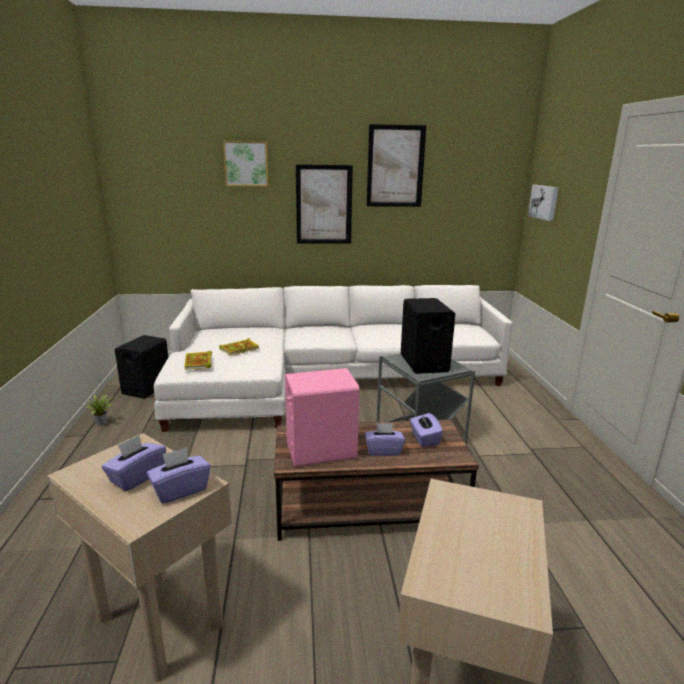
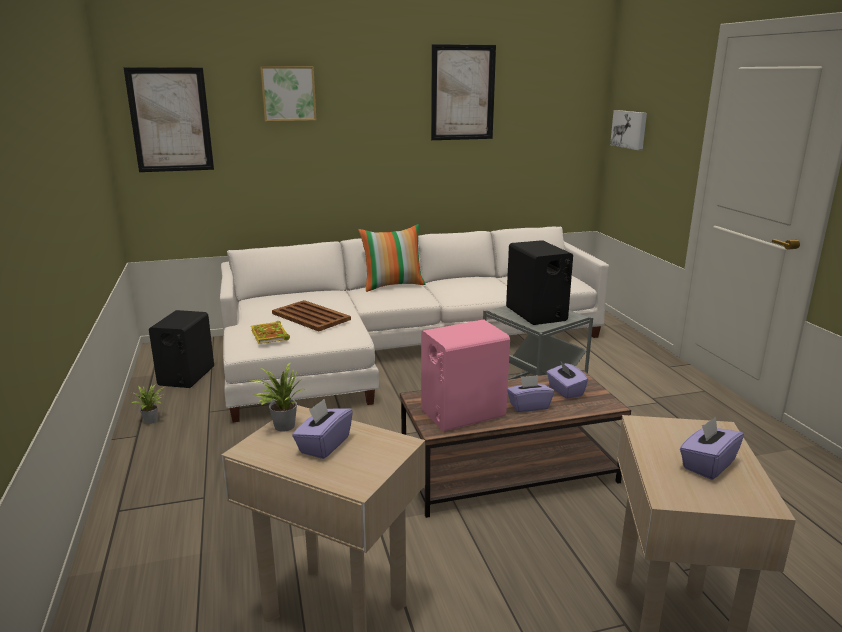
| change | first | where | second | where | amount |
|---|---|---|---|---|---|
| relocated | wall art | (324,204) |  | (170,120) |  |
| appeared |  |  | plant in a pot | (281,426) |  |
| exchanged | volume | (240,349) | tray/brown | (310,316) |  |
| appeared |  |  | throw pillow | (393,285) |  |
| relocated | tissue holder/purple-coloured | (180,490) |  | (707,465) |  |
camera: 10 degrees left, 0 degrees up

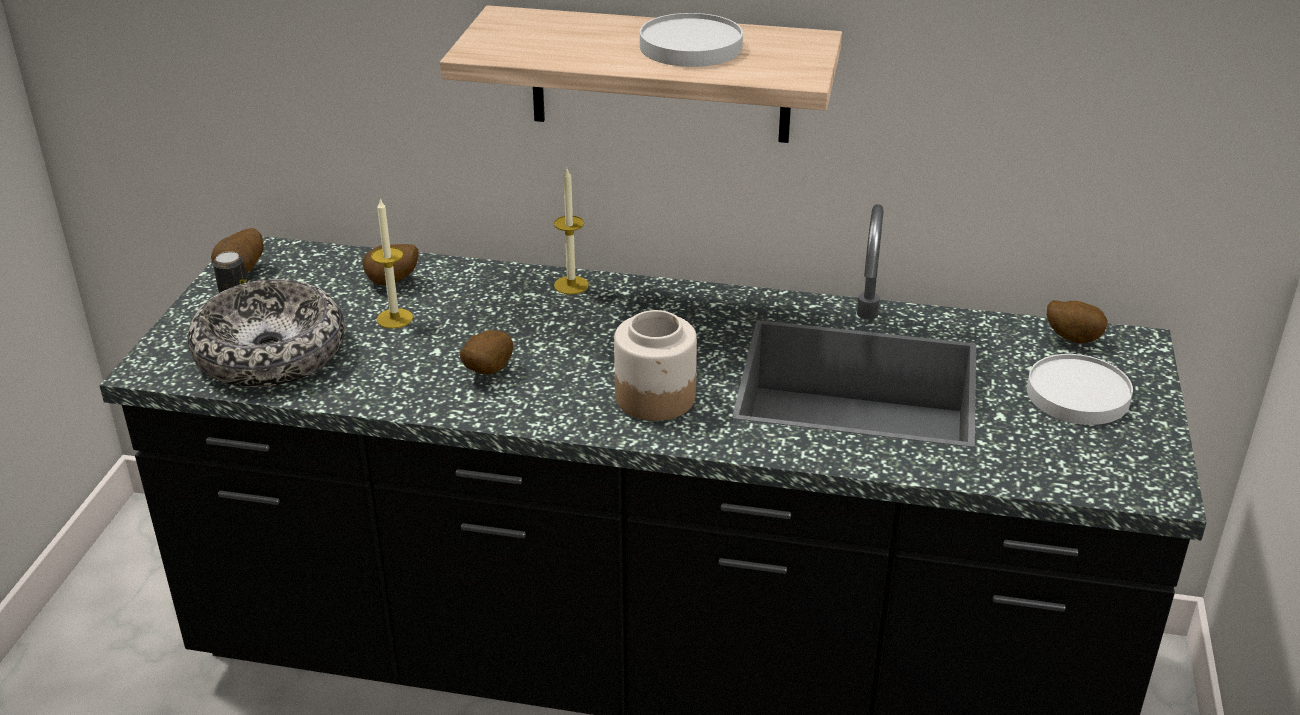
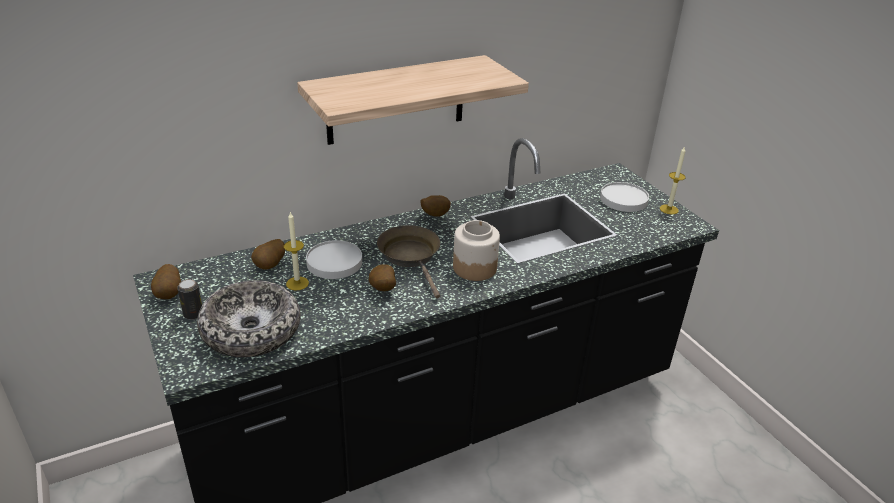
| change | first | where | second | where | amount |
|---|---|---|---|---|---|
| relocated | flat dish/whitish | (691,47) |  | (335,262) |  |
| appeared |  |  | pan/brown | (411,257) |  |
| relocated | spud | (1071,338) |  | (434,215) |  |
| relocated | candle | (571,285) |  | (669,209) |  |
camera: 40 degrees left, 0 degrees up

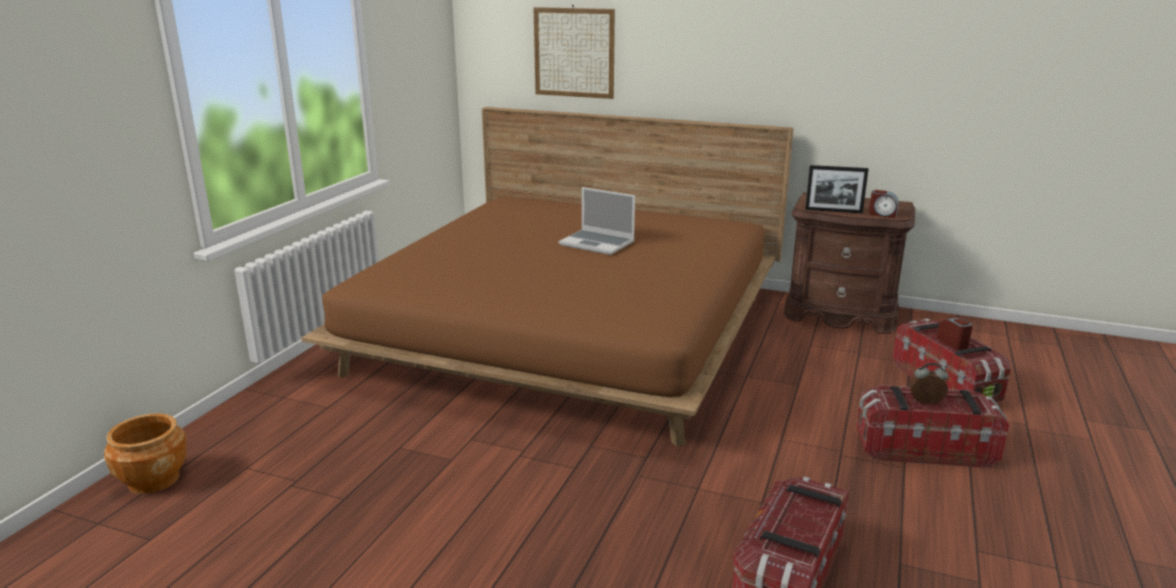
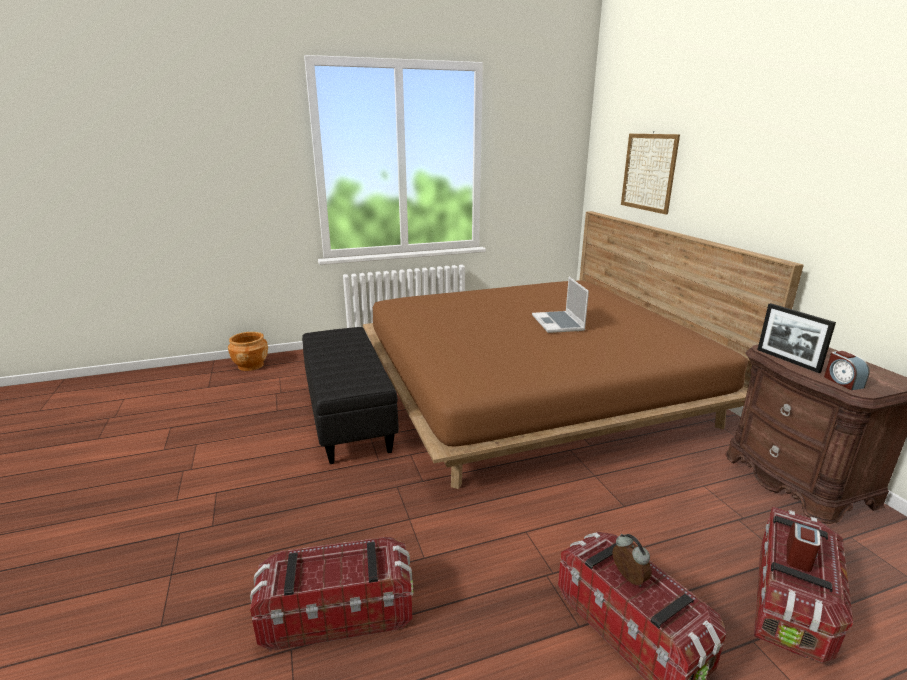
| change | first | where | second | where | amount |
|---|---|---|---|---|---|
| appeared |  |  | footrest/black | (349,417) |  |
camera: 50 degrees right, 0 degrees up

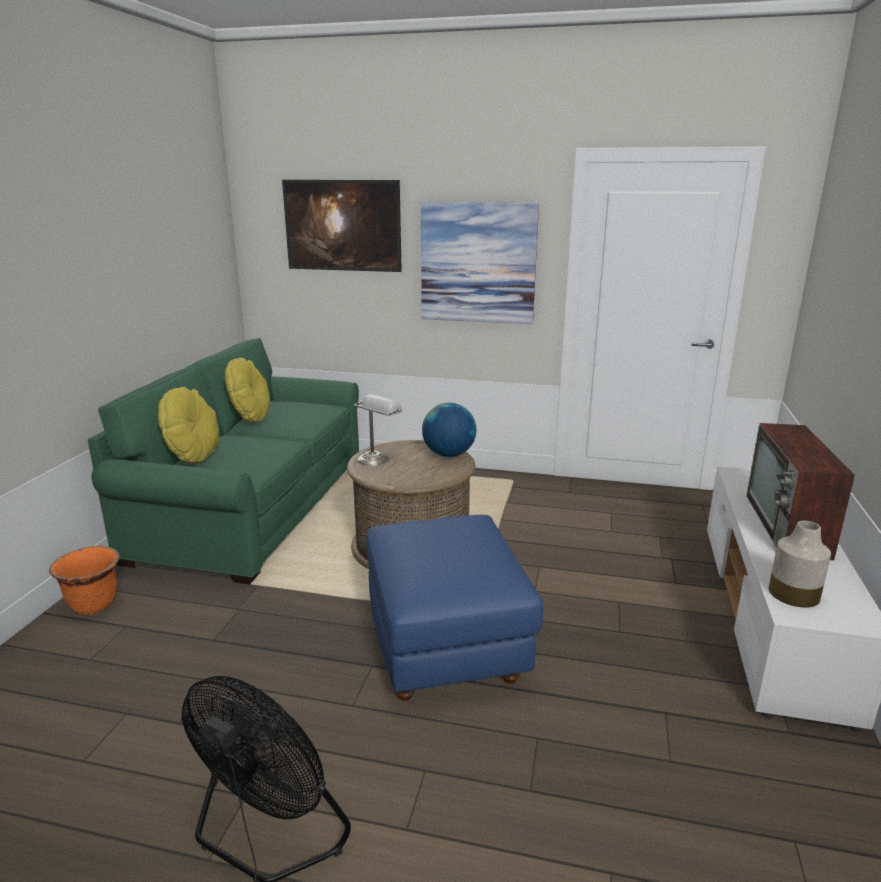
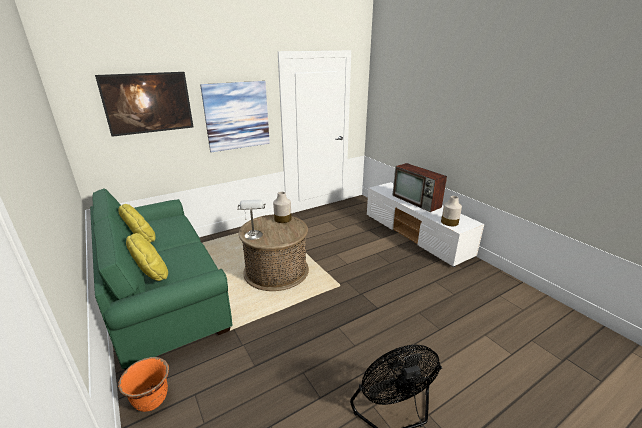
| change | first | where | second | where | amount |
|---|---|---|---|---|---|
| exchanged | desk globe | (448,454) | vase/beige-coloured | (282,219) |  |
| missing | footrest/blue-coloured | (446,645) |  |  |  |
camera: 45 degrees left, 5 degrees up

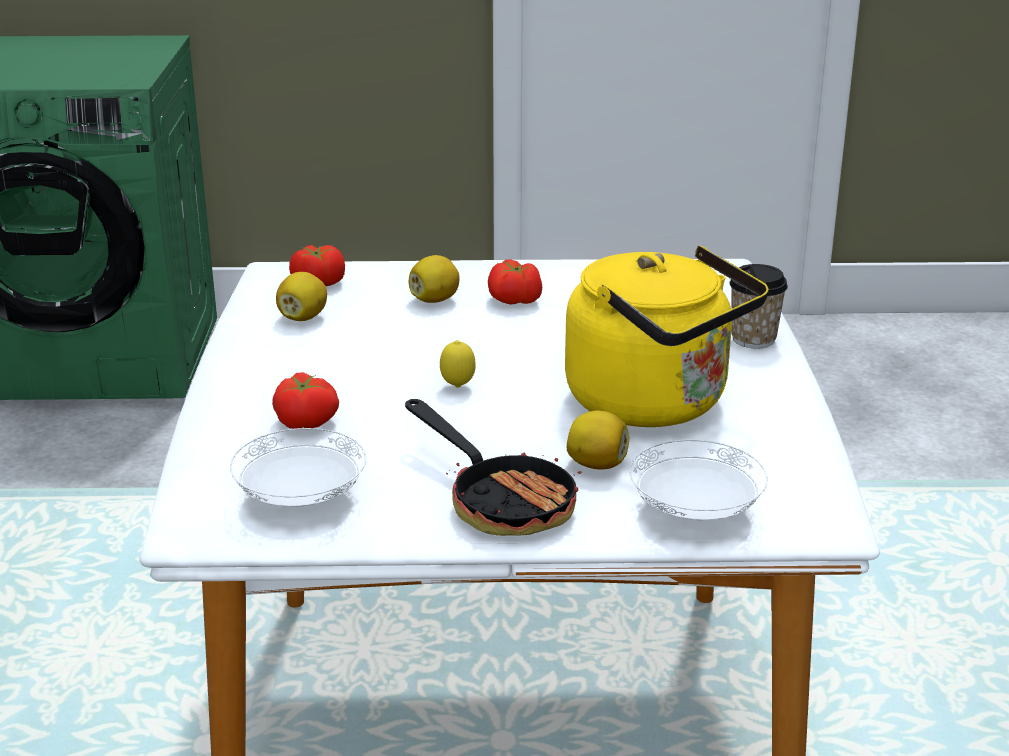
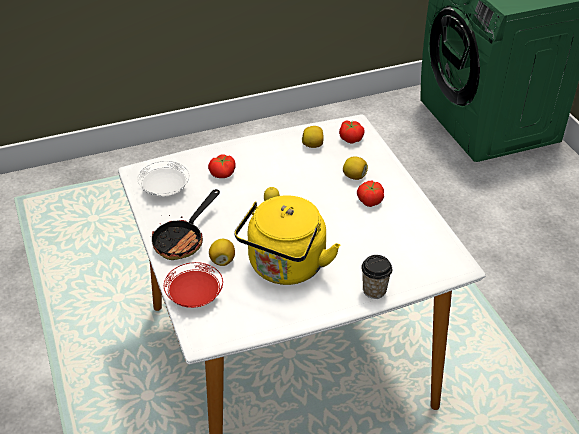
| change | first | where | second | where | amount |
|---|---|---|---|---|---|
| colour | flat dish/whitish | (696,512) | flat dish/reddish | (194,297) |  |
camera: 70 degrees right, 15 degrees up

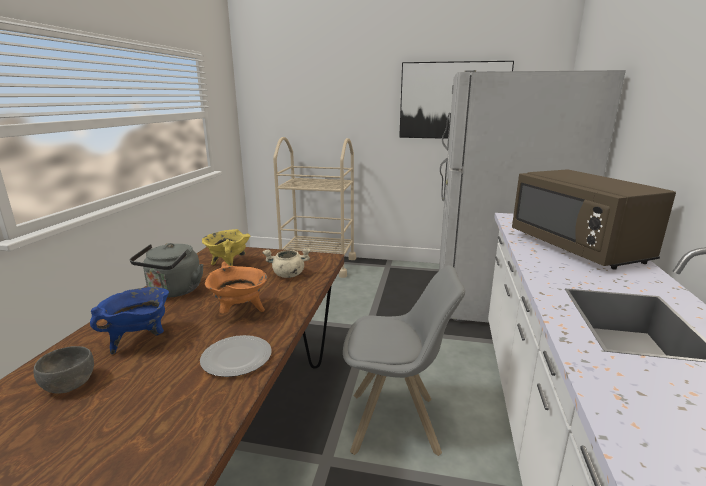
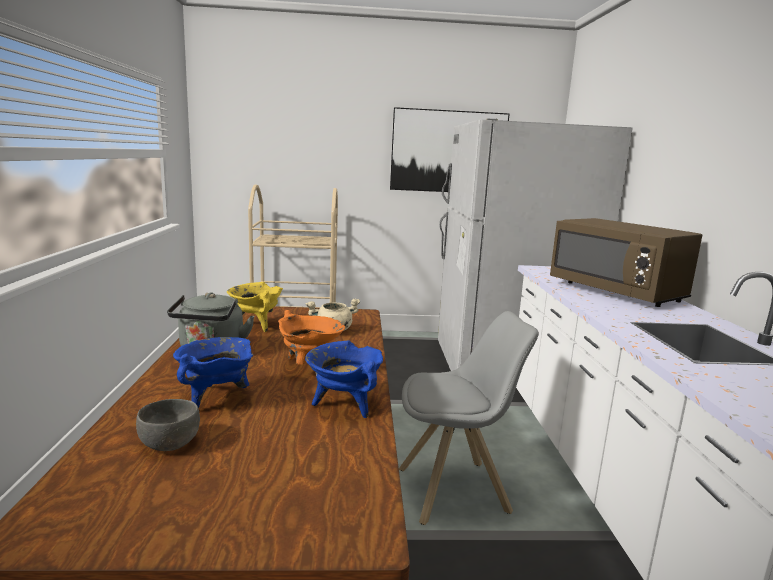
| change | first | where | second | where | amount |
|---|---|---|---|---|---|
| exchanged | flat dish | (237,358) | cooking pot/blue-coloured | (344,405) |  |
camera: 15 degrees left, 5 degrees down

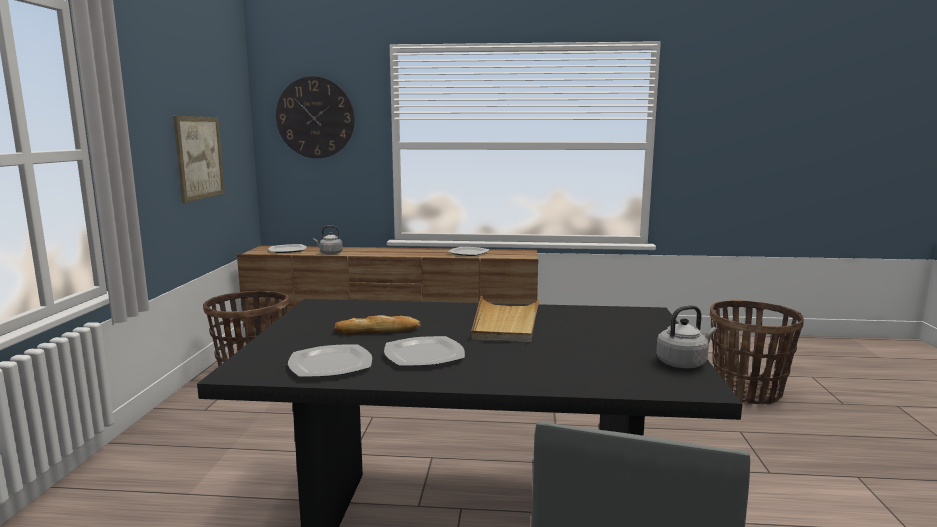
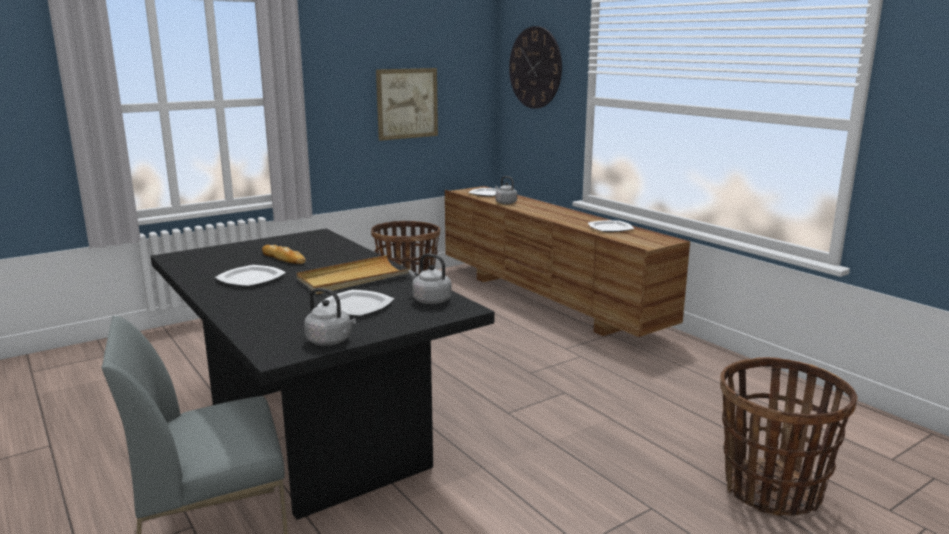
| change | first | where | second | where | amount |
|---|---|---|---|---|---|
| relocated | flat dish | (331,364) |  | (357,306) |  |
| appeared |  |  | tea kettle/gray | (430,300) |  |
camera: 50 degrees right, 5 degrees up

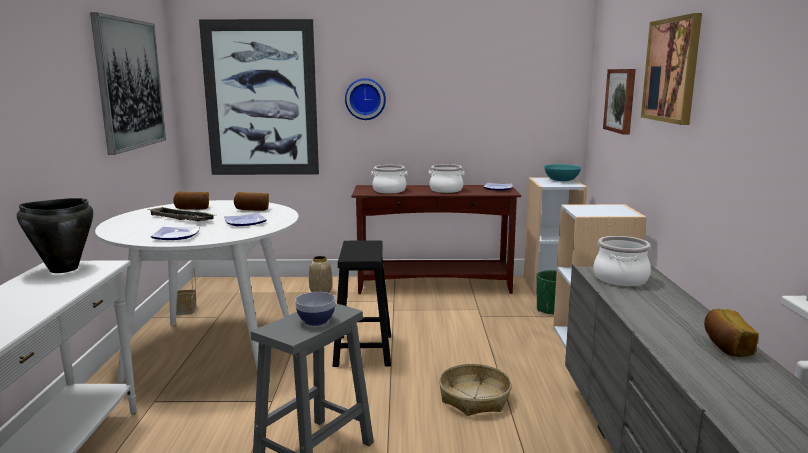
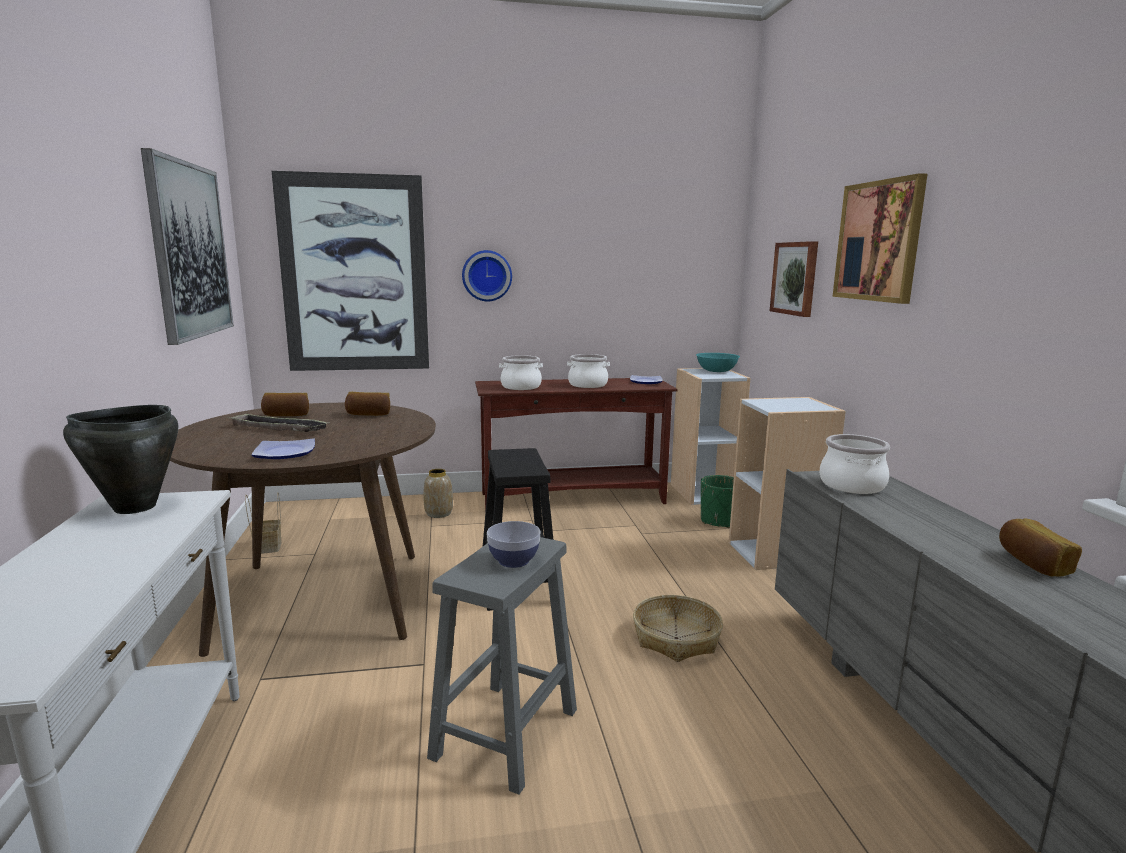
| change | first | where | second | where | amount |
|---|---|---|---|---|---|
| colour | kitchen table/whitish | (213,350) | kitchen table/brown | (322,599) |  |
| missing | flat dish | (244,222) |  |  |  |
camera: 10 degrees left, 0 degrees up

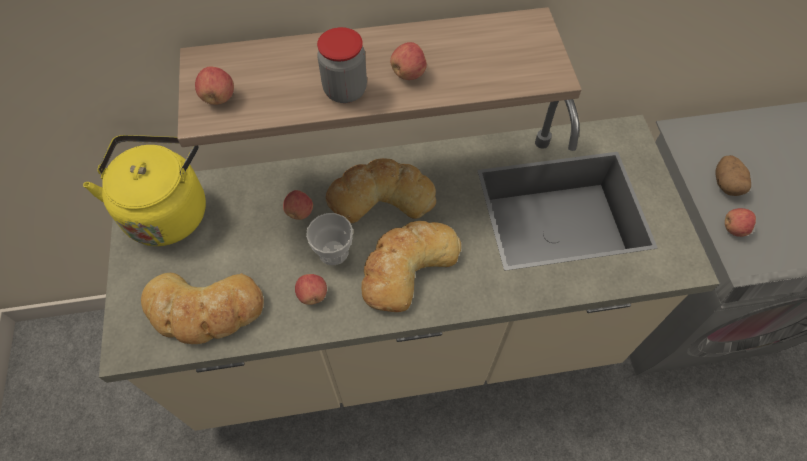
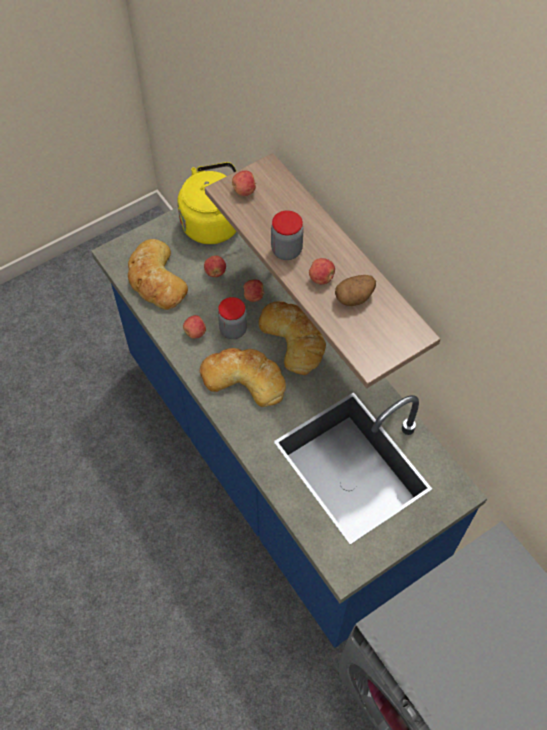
| change | first | where | second | where | amount |
|---|---|---|---|---|---|
| colour | kitchen counter/beige-coloured | (403,340) | kitchen counter/blue-coloured | (273,466) |  |
| relocated | apple | (734,228) |  | (215,272) |  |
| exchanged | small cup | (333,252) | storage jar | (233,330) |  |
| relocated | spud | (726,184) |  | (354,297) |  |
camera: 65 degrees right, 0 degrees up

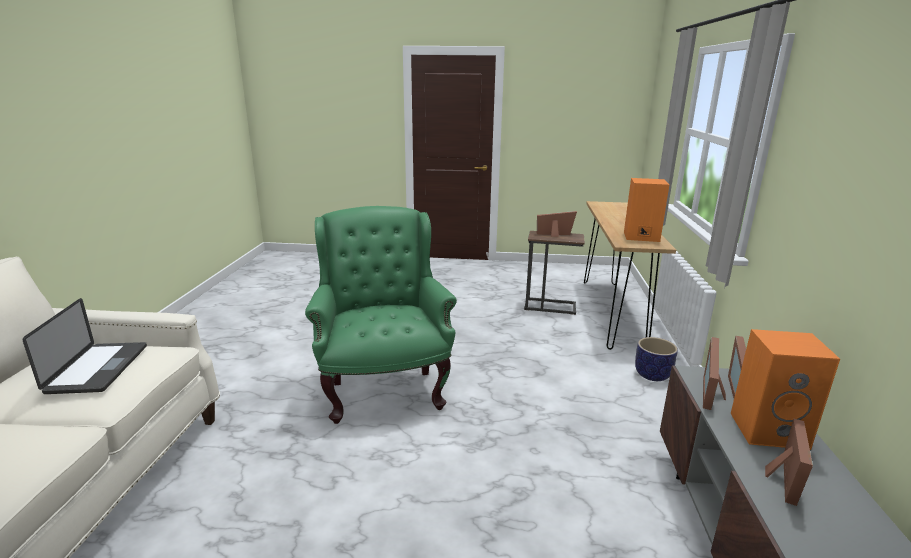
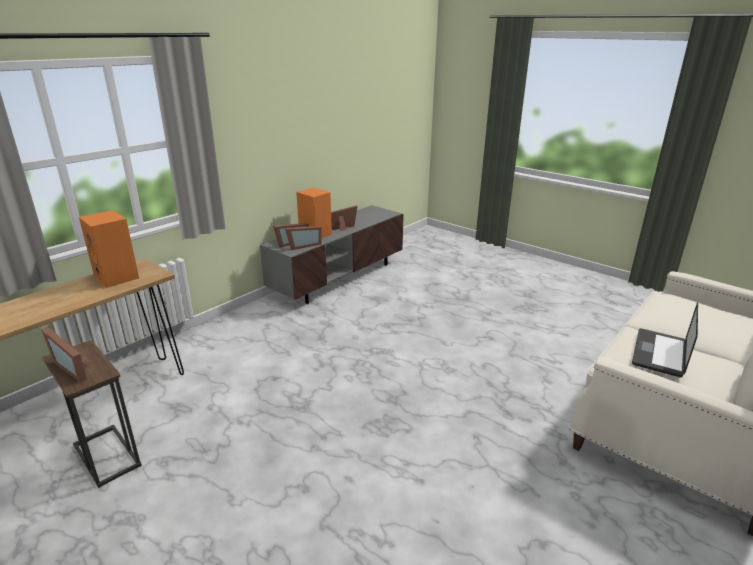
| change | first | where | second | where | amount |
|---|---|---|---|---|---|
| missing | armchair/green | (383,387) |  |  |  |
| missing | flower pot | (653,375) |  |  |  |
camera: 145 degrees left, 5 degrees up

